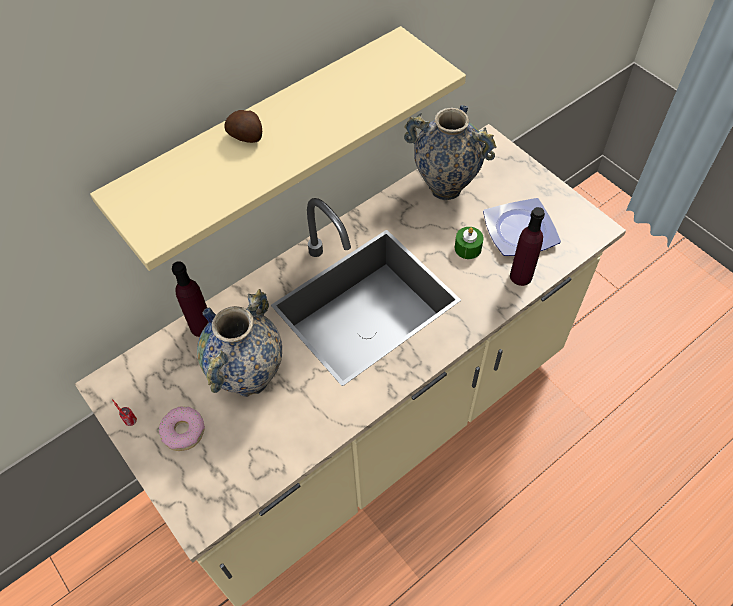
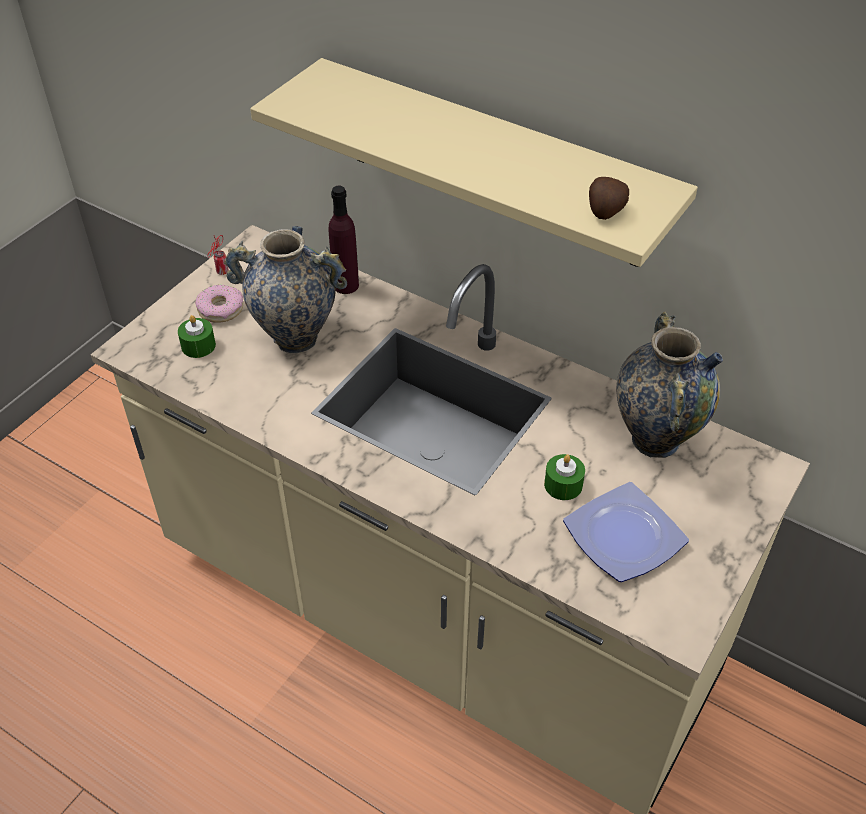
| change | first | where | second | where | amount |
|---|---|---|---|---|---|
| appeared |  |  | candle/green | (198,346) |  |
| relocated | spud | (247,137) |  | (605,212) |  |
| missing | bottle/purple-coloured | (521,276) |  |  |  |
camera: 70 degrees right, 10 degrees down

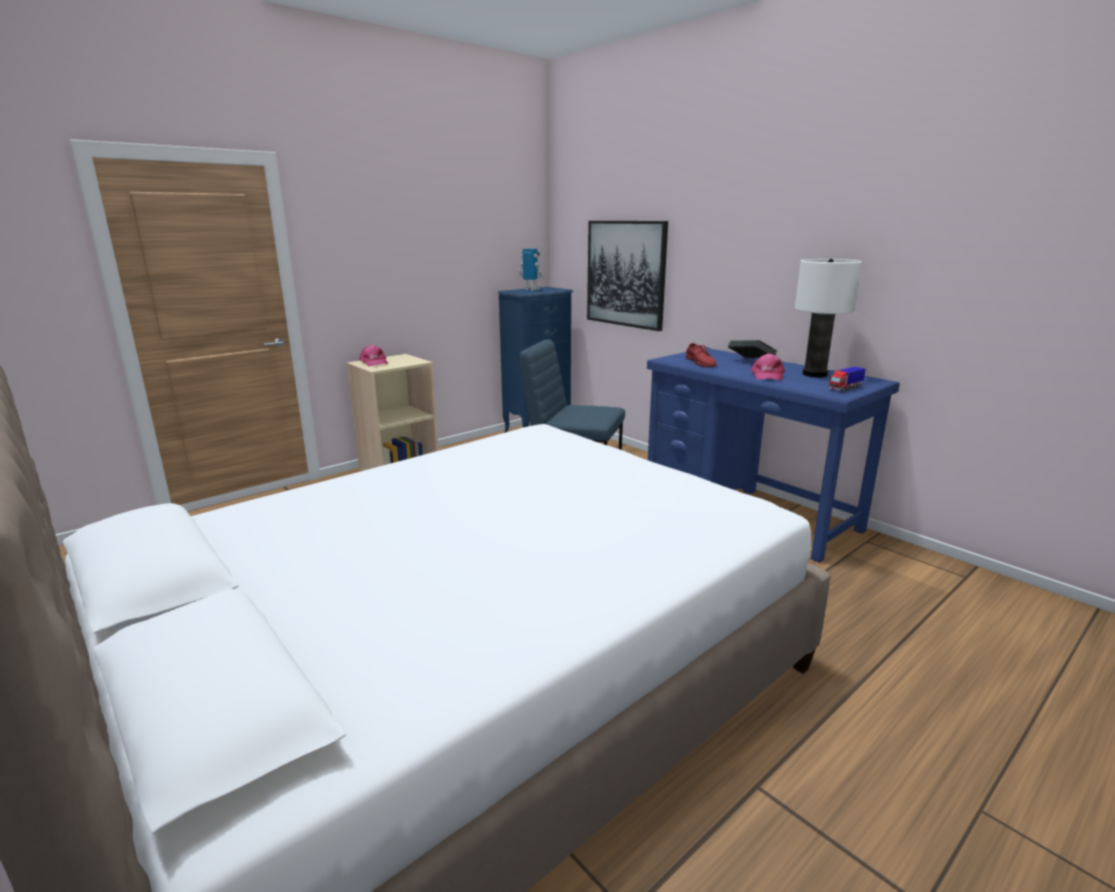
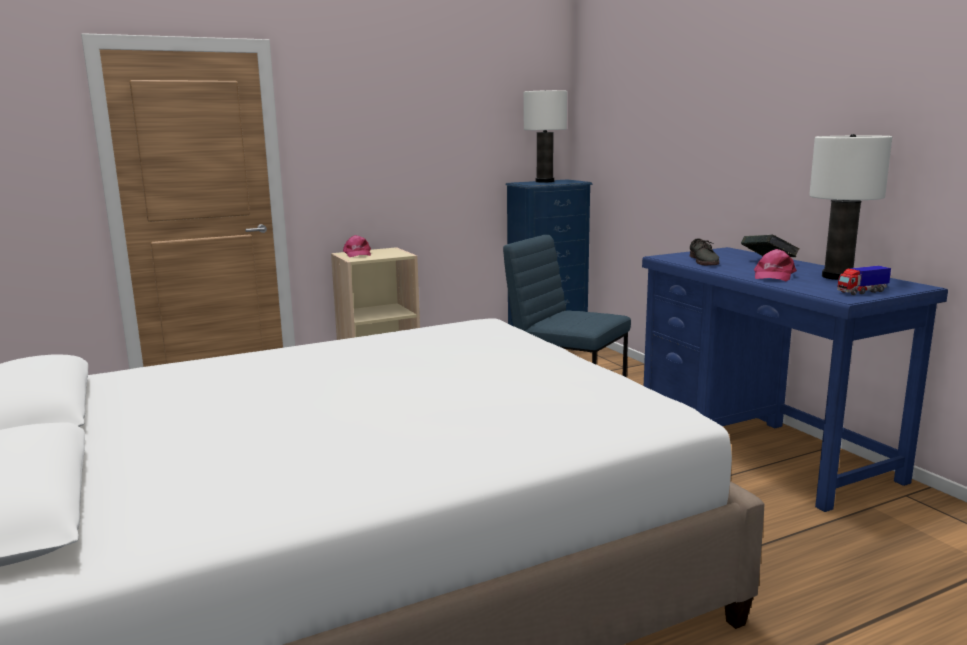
| change | first | where | second | where | amount |
|---|---|---|---|---|---|
| exchanged | toy robot | (531,289) | tabletop lamp/whitish | (544,181) |  |
| colour | low shoe/reddish | (701,362) | low shoe/gray | (704,261) |  |
| missing | wall art | (626,274) |  |  |  |
camera: 15 degrees right, 5 degrees down

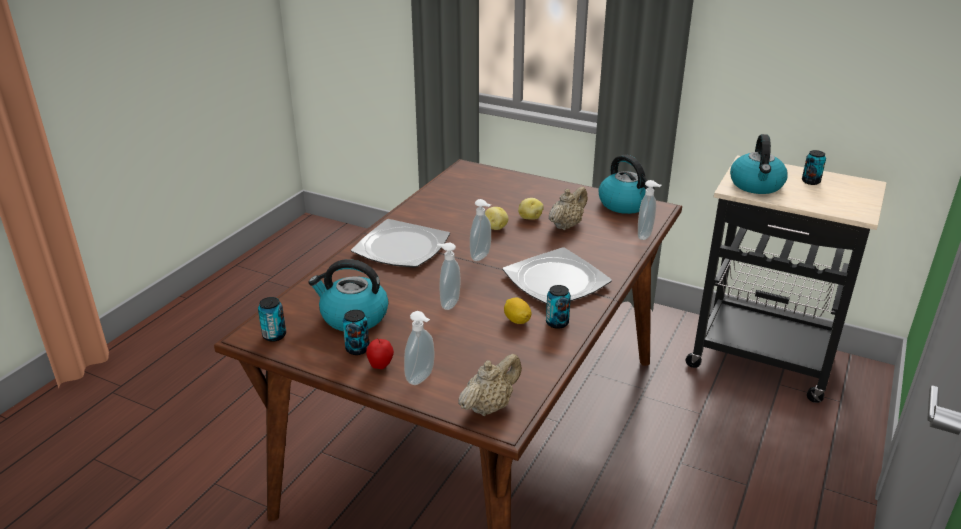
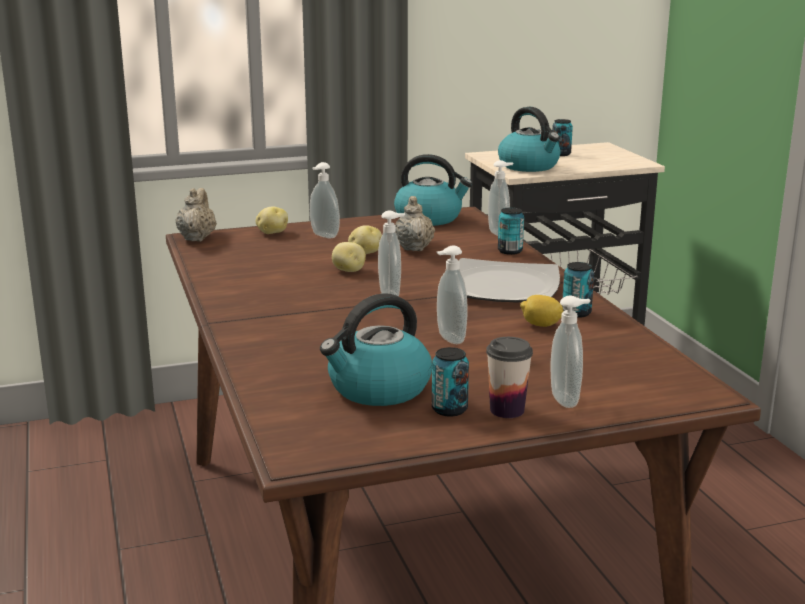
| change | first | where | second | where | amount |
|---|---|---|---|---|---|
| relocated | pot for tea/beige-coloured | (489,406) |  | (197,238) |  |
| appeared |  |  | spud | (272,233) |  |
| appeared |  |  | soap dispenser | (323,236) |  |
| exchanged | apple | (381,366) | small cup | (507,410) |  |
| relocated | metal can | (274,335) |  | (510,251) |  |
| missing | flat dish | (402,247) |  |  |  |
camera: 45 degrees left, 10 degrees down

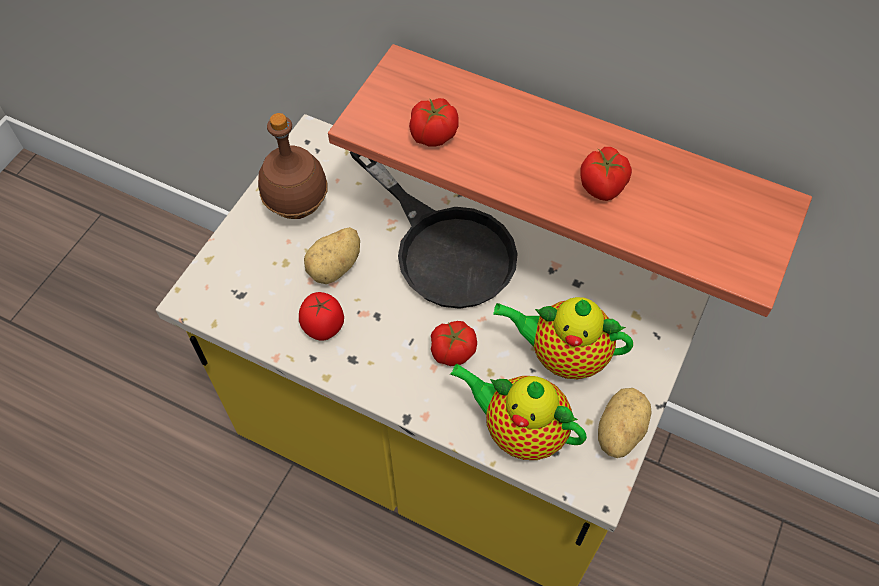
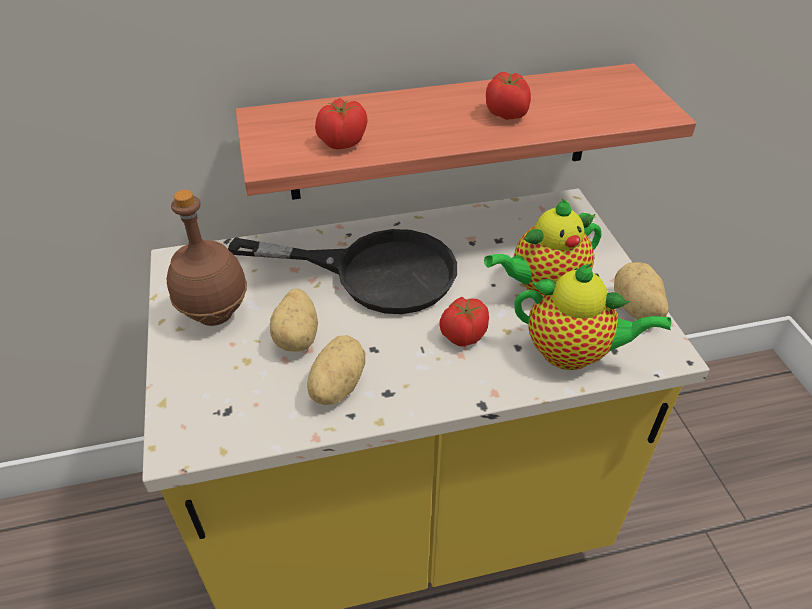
| change | first | where | second | where | amount |
|---|---|---|---|---|---|
| exchanged | whole tomato | (324,327) | spud | (335,385) |  |
| spun | pot for tea | (519,429) |  | (573,353) | 150 degrees counterclockwise |
camera: 40 degrees left, 15 degrees down

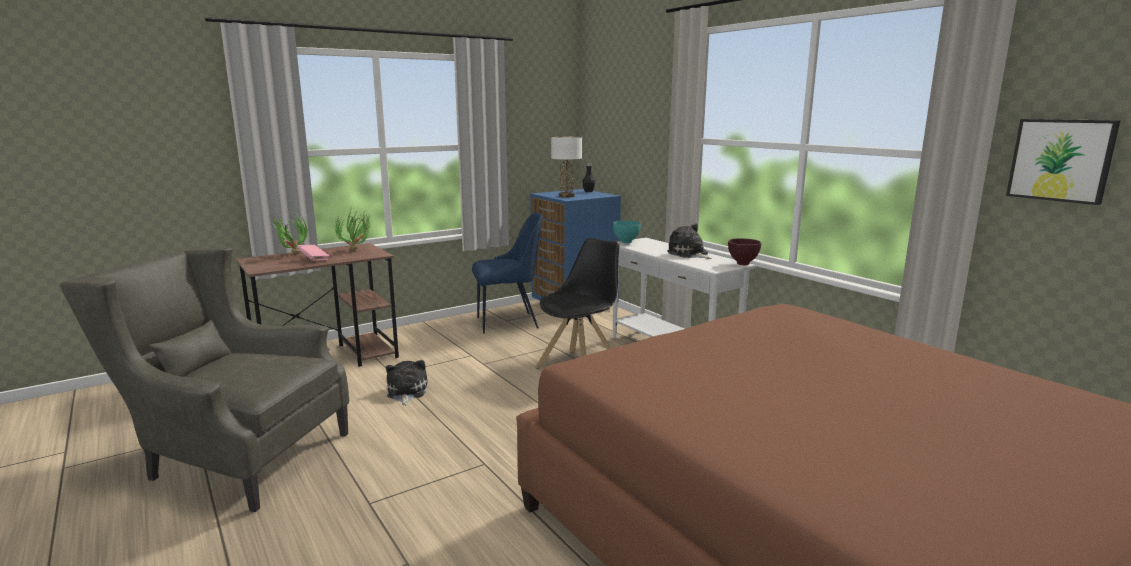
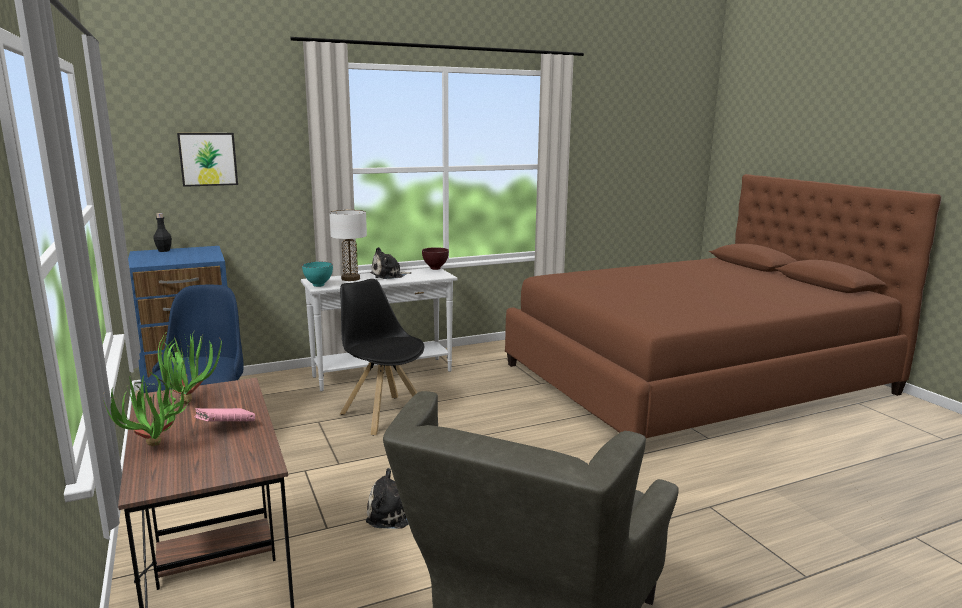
| change | first | where | second | where | amount |
|---|---|---|---|---|---|
| relocated | wall art | (1061,160) |  | (208,159) |  |
| relocated | tabletop lamp | (566,196) |  | (351,279) |  |
camera: 80 degrees left, 0 degrees up

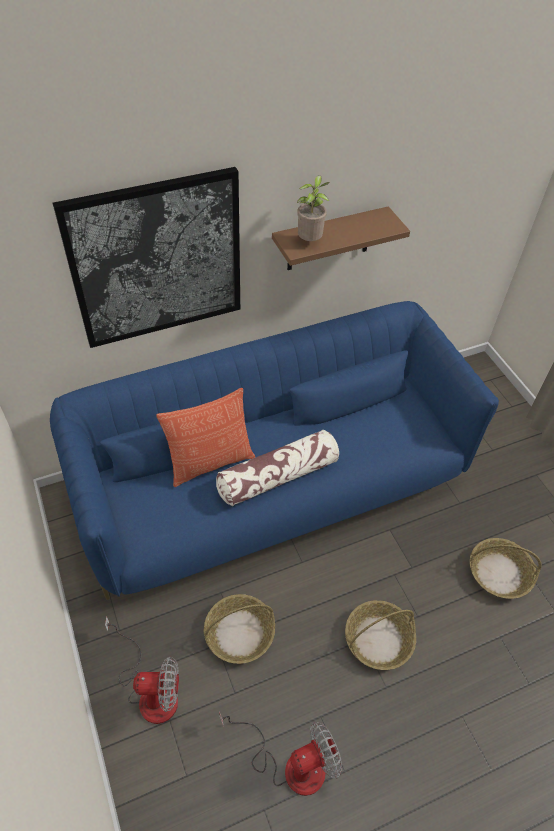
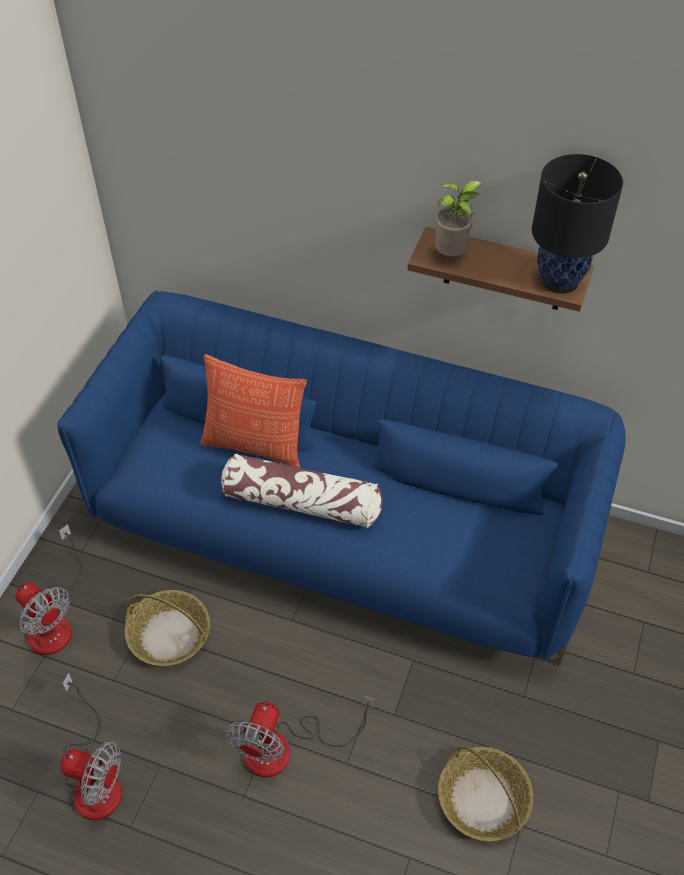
| change | first | where | second | where | amount |
|---|---|---|---|---|---|
| exchanged | storage basket | (378,639) | cooling fan | (284,748) |  |
| appeared |  |  | tabletop lamp/black | (559,281) |  |
| missing | wall art | (157,260) |  |  |  |
camera: 45 degrees right, 0 degrees up

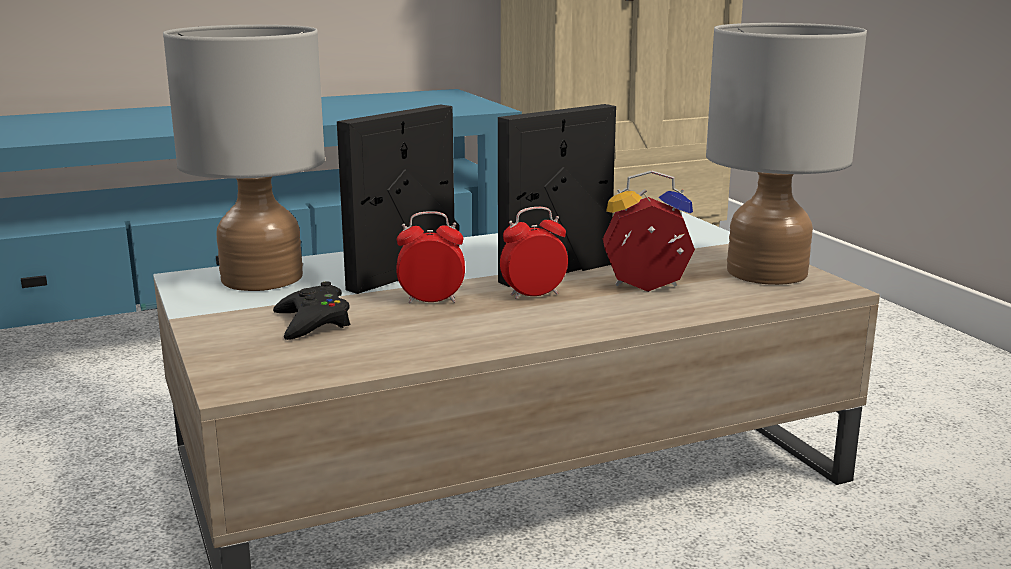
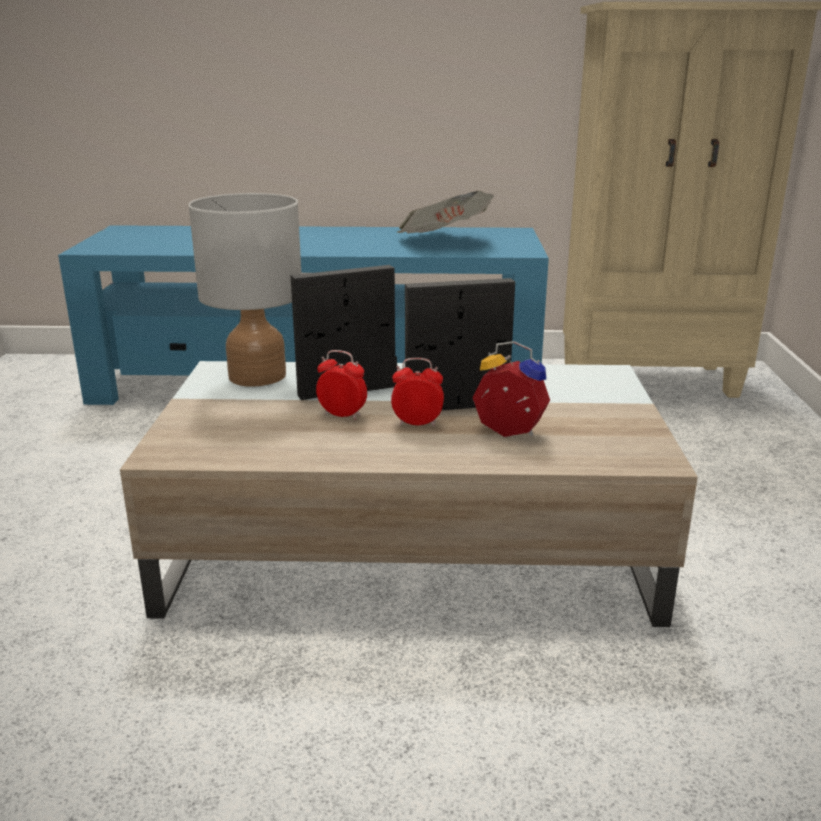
| change | first | where | second | where | amount |
|---|---|---|---|---|---|
| appeared |  |  | daily paper | (443,241) |  |
| missing | game controller/black | (312,322) |  |  |  |
| missing | tabletop lamp/gray | (767,272) |  |  |  |
camera: 25 degrees right, 5 degrees up

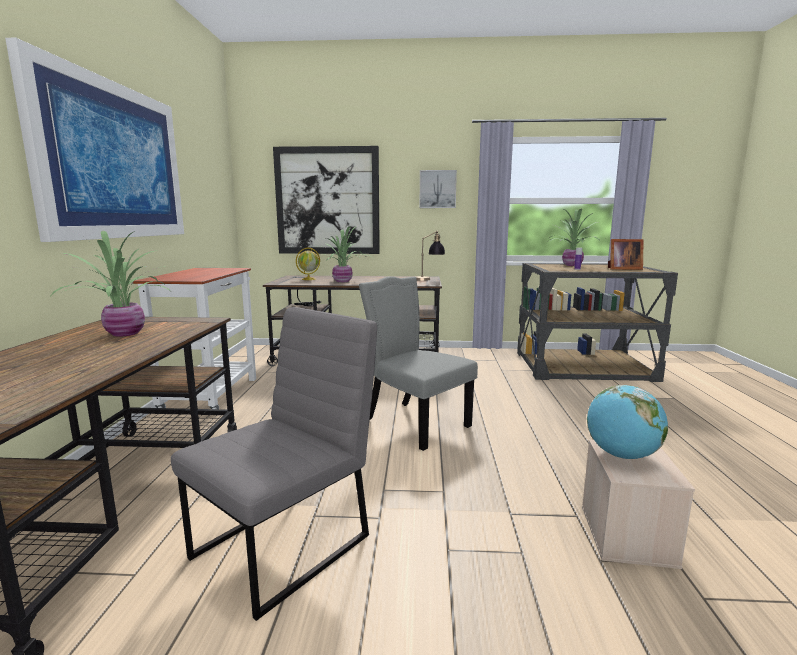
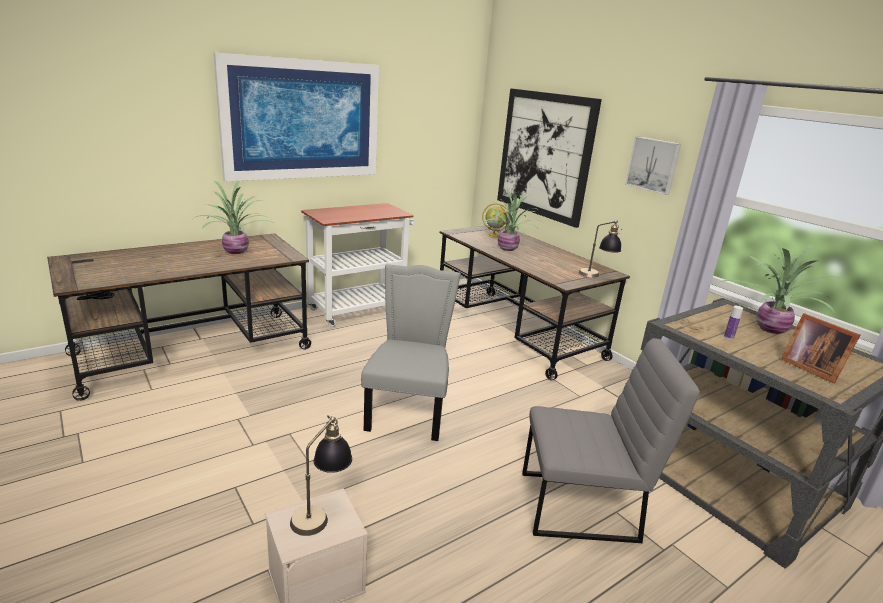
| change | first | where | second | where | amount |
|---|---|---|---|---|---|
| exchanged | desk globe | (622,455) | tabletop lamp | (321,512) |  |
| relocated | plain chair/gray | (286,544) |  | (582,507) |  |
camera: 50 degrees right, 10 degrees up

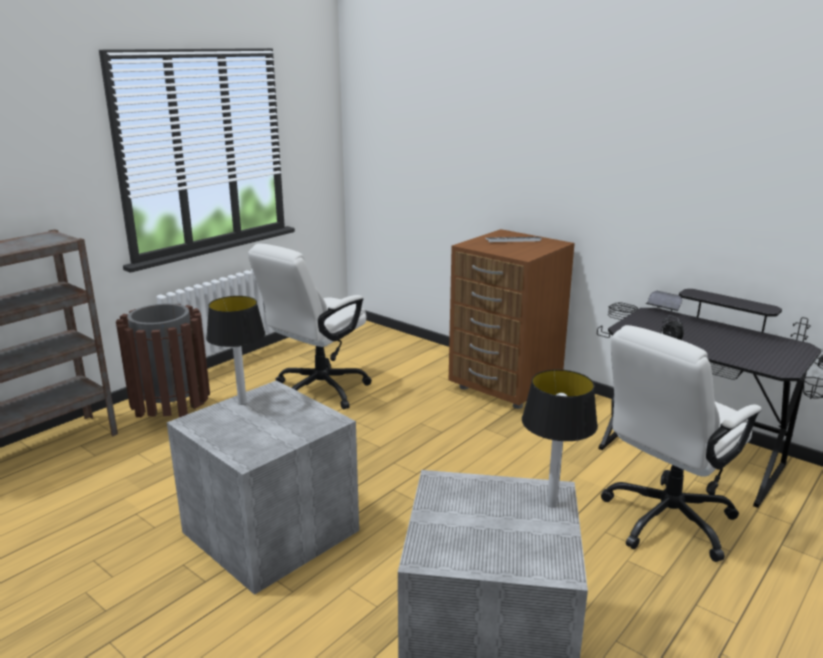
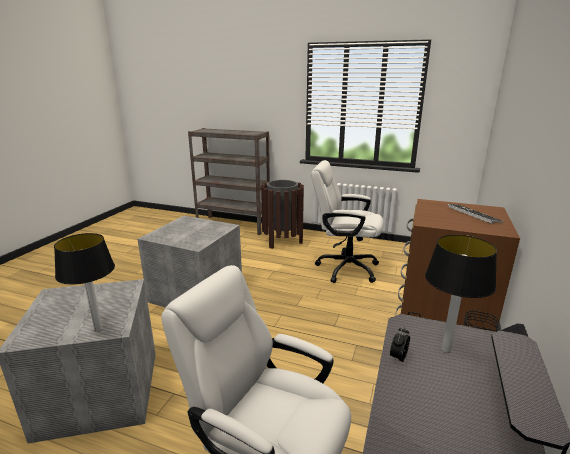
| change | first | where | second | where | amount |
|---|---|---|---|---|---|
| relocated | tabletop lamp | (241,403) |  | (445,349) |  |
camera: 70 degrees right, 0 degrees up

